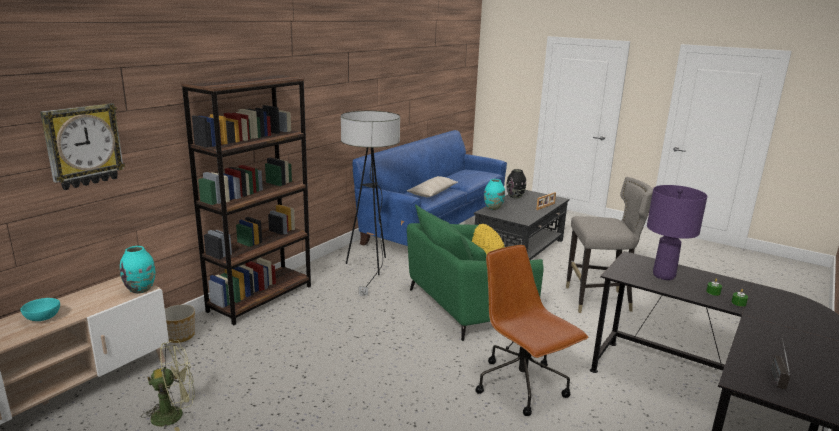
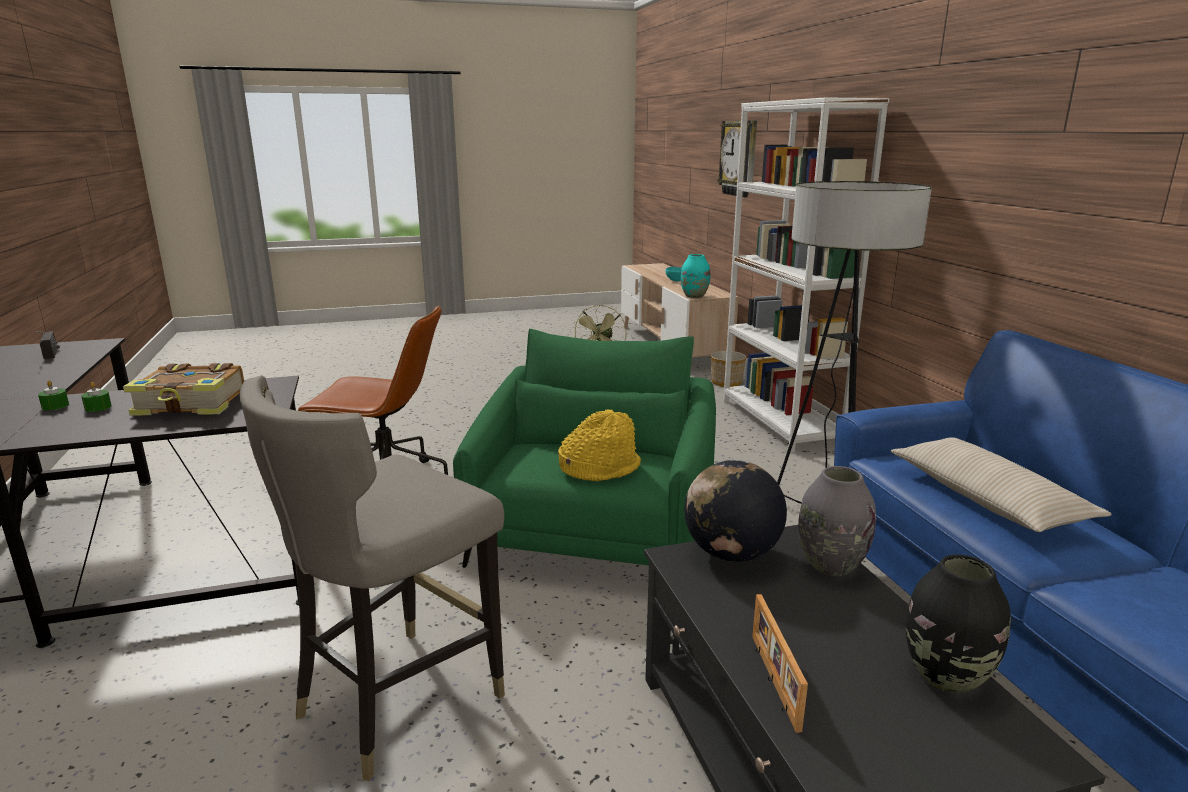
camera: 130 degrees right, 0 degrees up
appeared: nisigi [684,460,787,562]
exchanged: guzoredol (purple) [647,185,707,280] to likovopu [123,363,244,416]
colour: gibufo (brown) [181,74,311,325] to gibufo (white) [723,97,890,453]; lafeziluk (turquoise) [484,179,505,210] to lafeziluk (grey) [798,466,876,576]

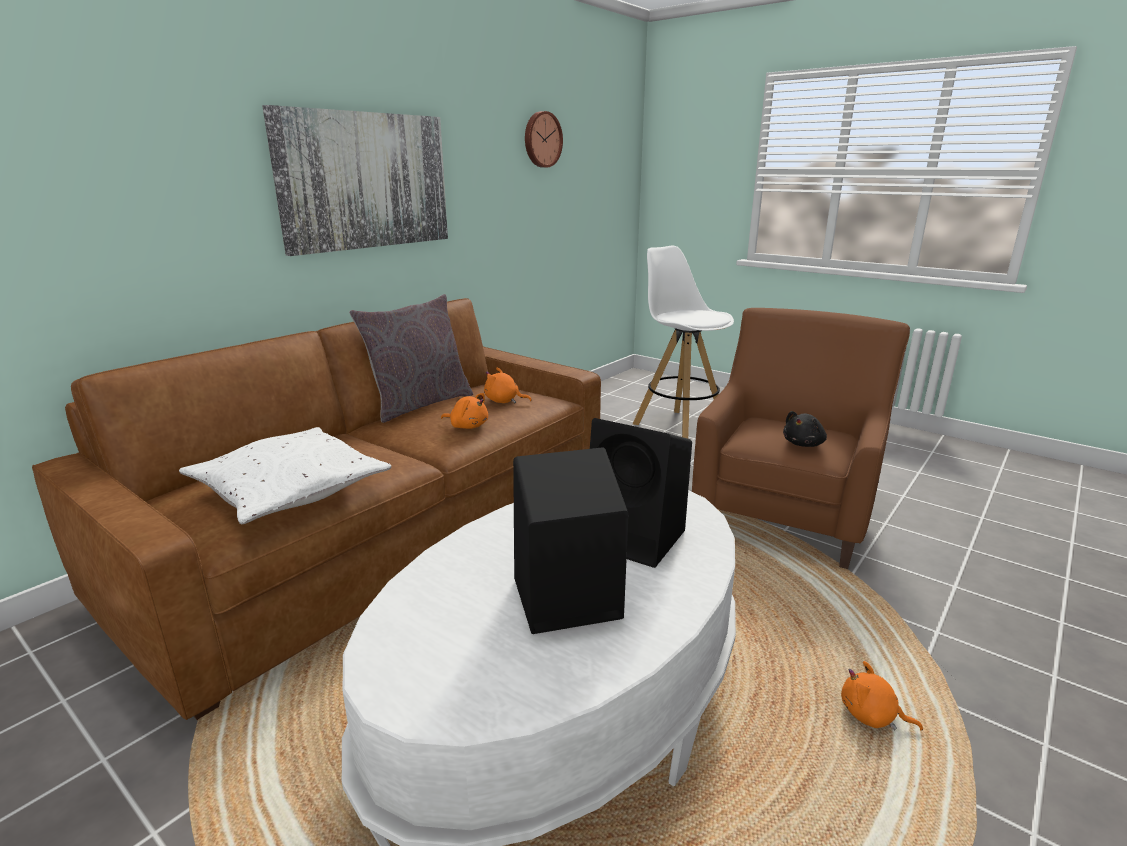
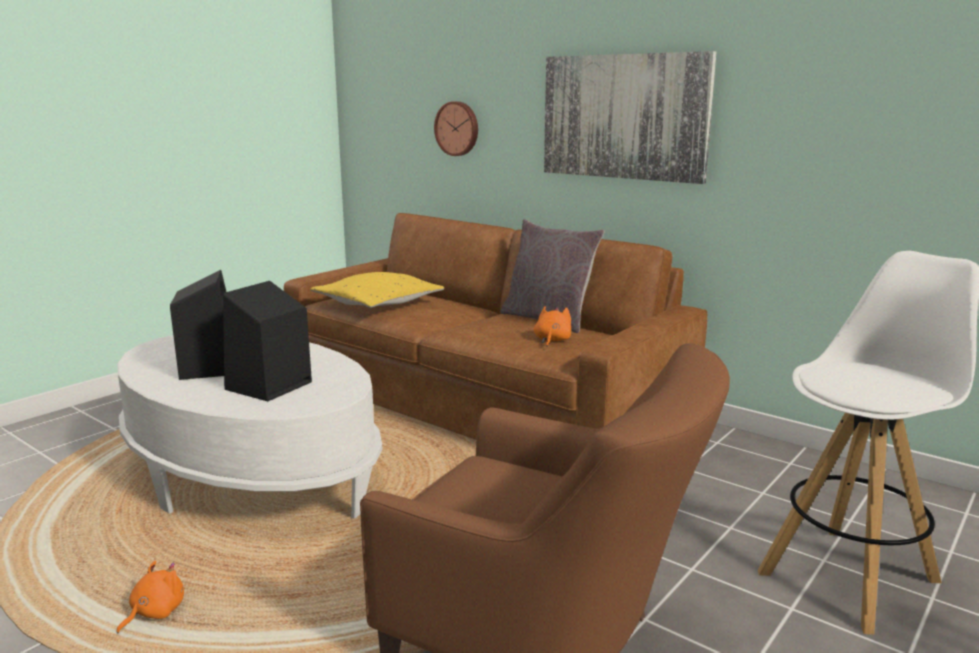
camera: 90 degrees right, 5 degrees down
missing: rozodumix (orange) [441,393,488,429]; rozodumix (black) [783,411,827,447]
relocated: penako [525,111,563,168] to [434,101,478,156]
colour: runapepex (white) [179,427,391,524] to runapepex (yellow) [310,272,444,308]

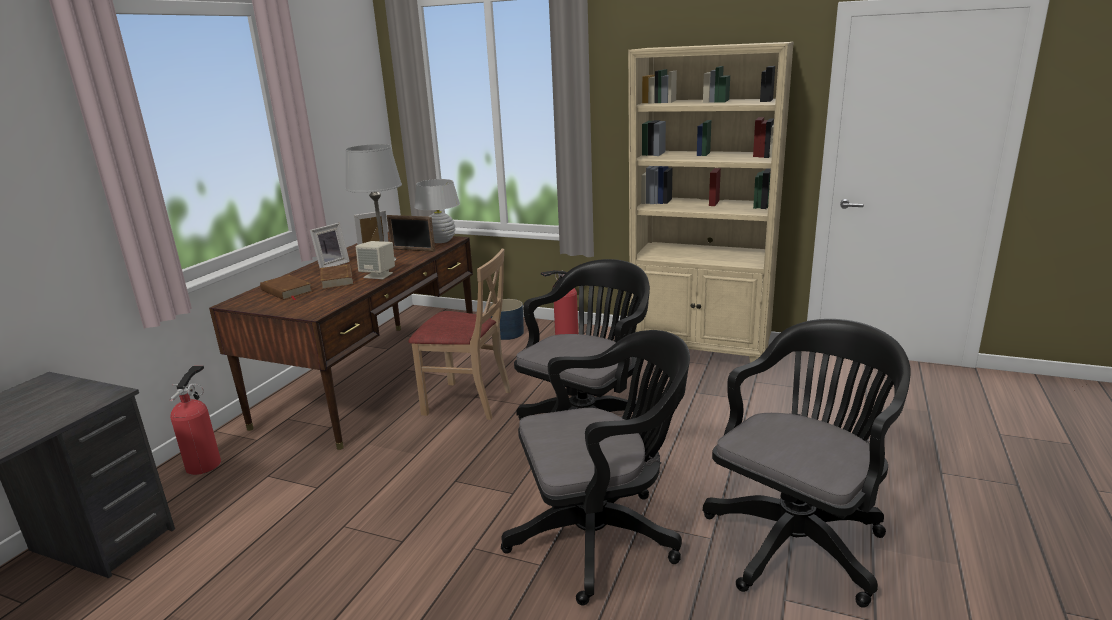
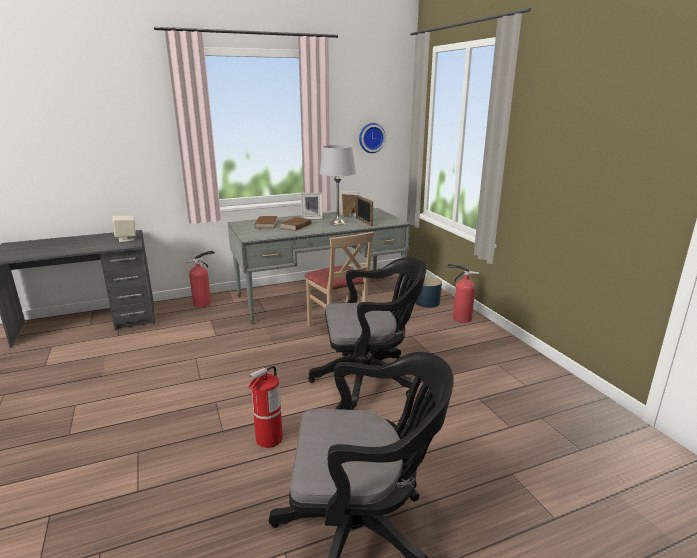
camera: 45 degrees right, 0 degrees up
missing: guzoredol (white) [415,179,460,243]; gibufo (beige) [628,42,794,363]
appeared: penako [359,123,386,153]
relocated: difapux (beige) [356,241,395,279] to [112,216,136,242]
exchanged: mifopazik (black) [501,330,690,606] to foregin [248,366,283,448]
colour: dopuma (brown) [209,232,473,450] to dopuma (grey) [228,208,410,324]

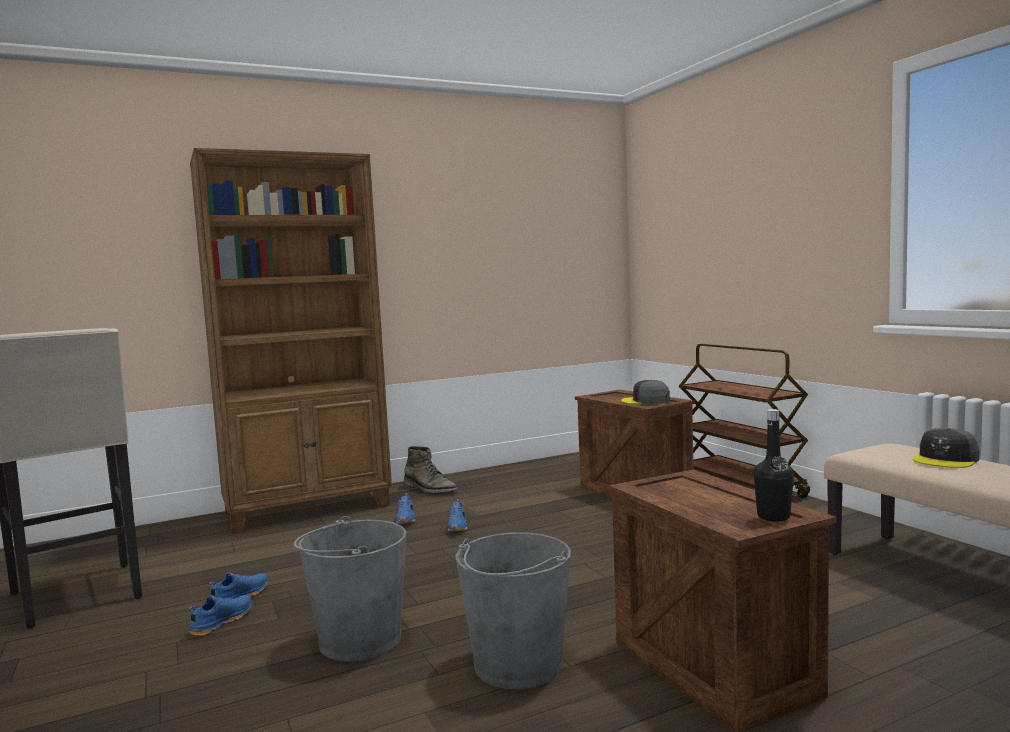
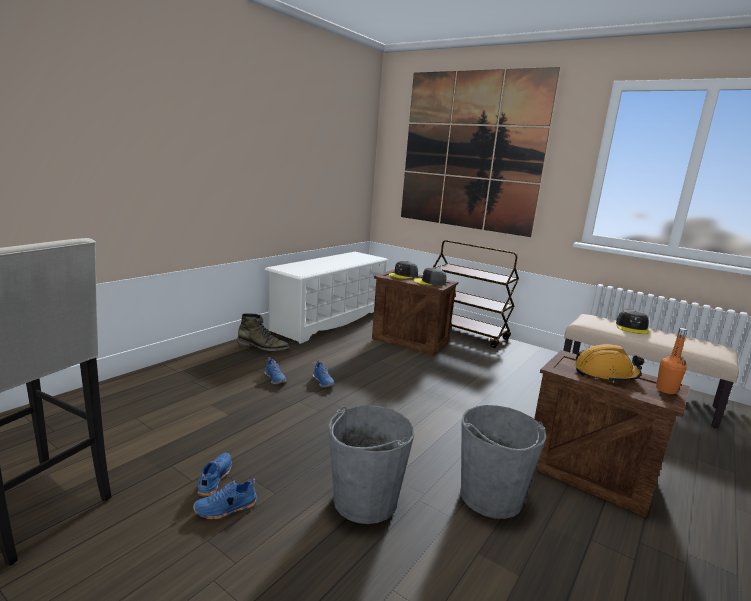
camera: 30 degrees left, 10 degrees up
missing: gibufo (brown) [190,148,392,534]
appeared: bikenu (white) [264,252,388,344]; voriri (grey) [388,261,418,279]; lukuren [401,67,560,237]; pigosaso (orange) [575,344,644,383]
colour: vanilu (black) [754,409,794,521] to vanilu (orange) [656,328,687,394]
spun: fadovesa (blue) [189,595,252,636] = [193,479,258,519] 120 degrees counterclockwise

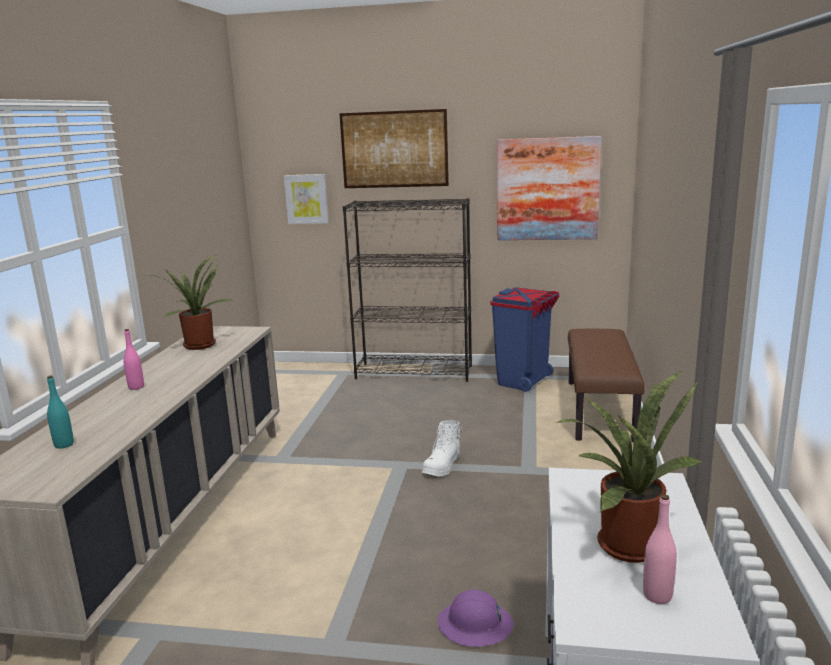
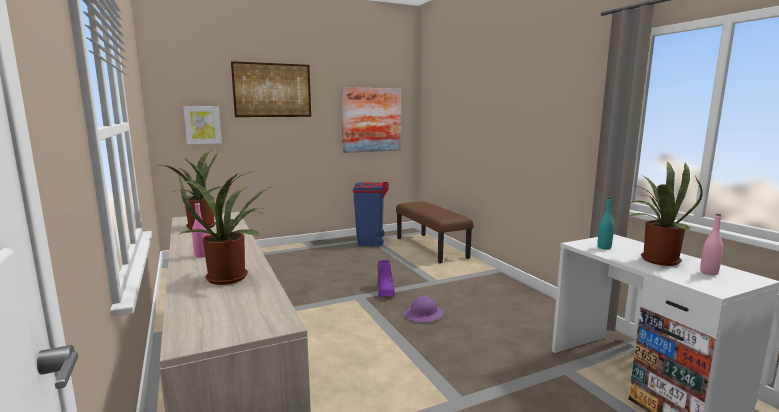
camera: 35 degrees left, 5 degrees down
missing: gibufo (black) [343,198,472,382]
appeared: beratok [179,171,274,285]
relocated: pigosaso (purple) [438,590,514,647] to [404,296,444,322]; vanilu (turquoise) [47,376,74,449] to [597,197,614,250]
colour: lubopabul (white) [421,420,462,476] to lubopabul (purple) [378,260,395,297]

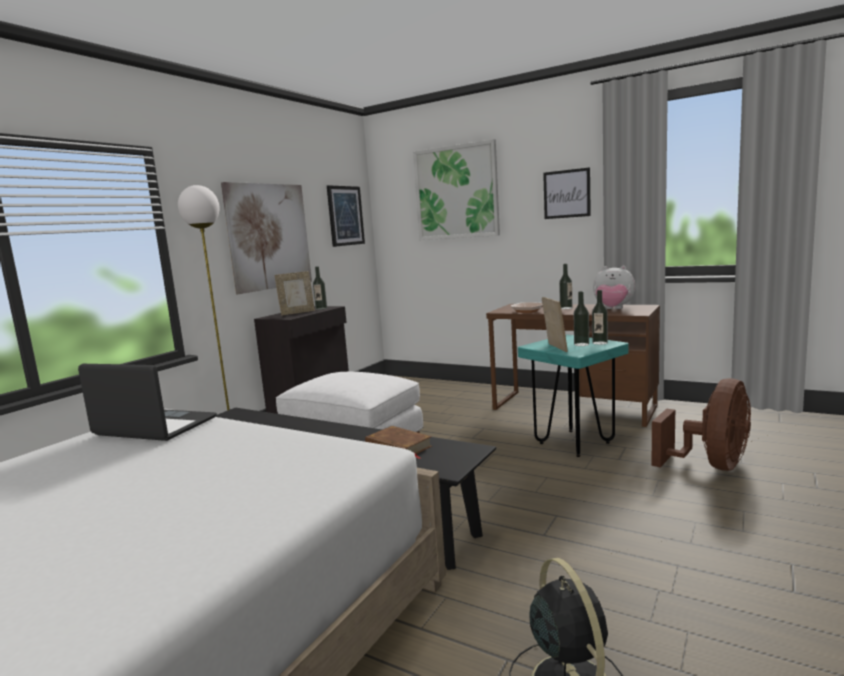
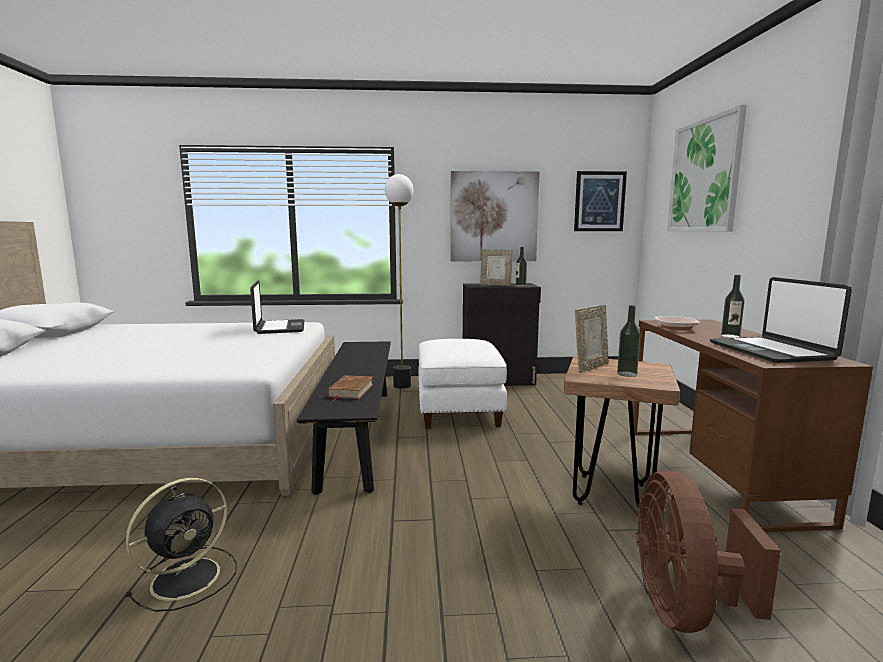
camera: 55 degrees right, 0 degrees up
missing: lukuren [543,167,591,219]; vanilu [592,290,608,345]
exchanged: rozodumix [593,266,635,309] to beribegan [710,277,852,363]
colour: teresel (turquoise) [518,334,629,457] to teresel (brown) [564,357,680,506]
spun: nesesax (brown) [651,378,751,471] = [636,471,781,633] 90 degrees clockwise

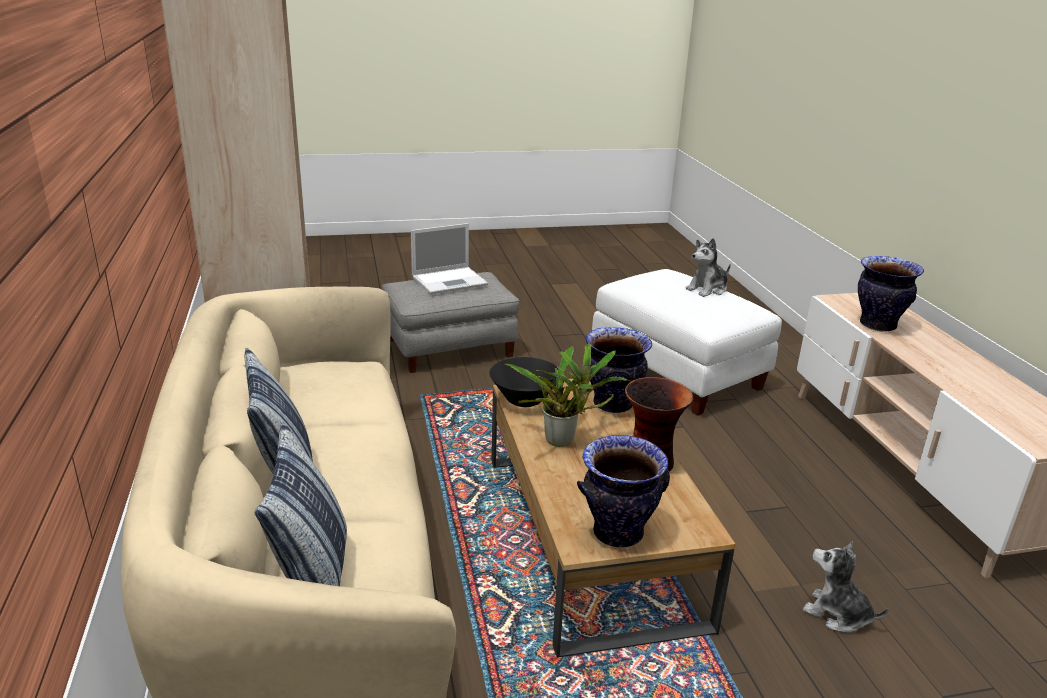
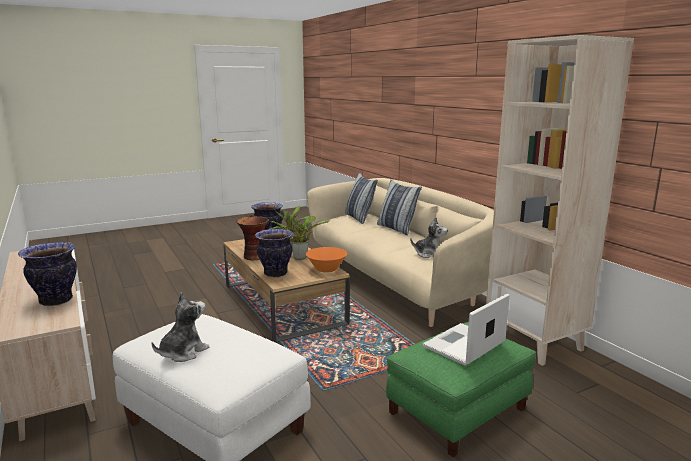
camera: 165 degrees right, 10 degrees down
relocated: rozodumix [803,541,889,633] to [410,217,448,258]
colour: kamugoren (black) [489,357,558,407] to kamugoren (orange) [306,247,347,273]; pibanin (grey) [382,272,520,373] to pibanin (green) [386,322,536,457]

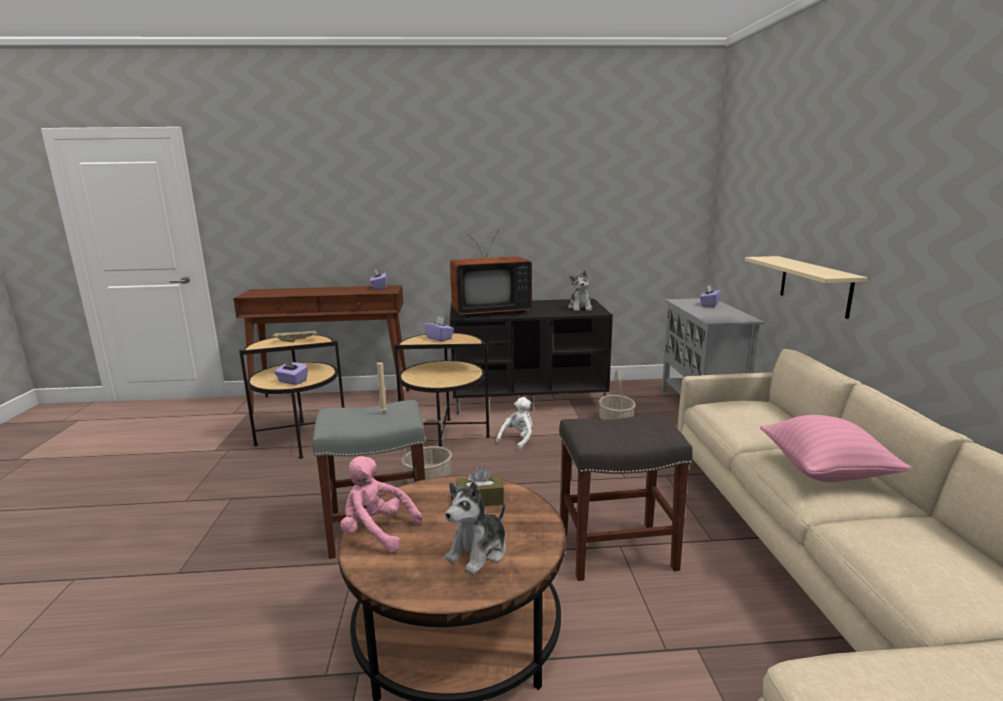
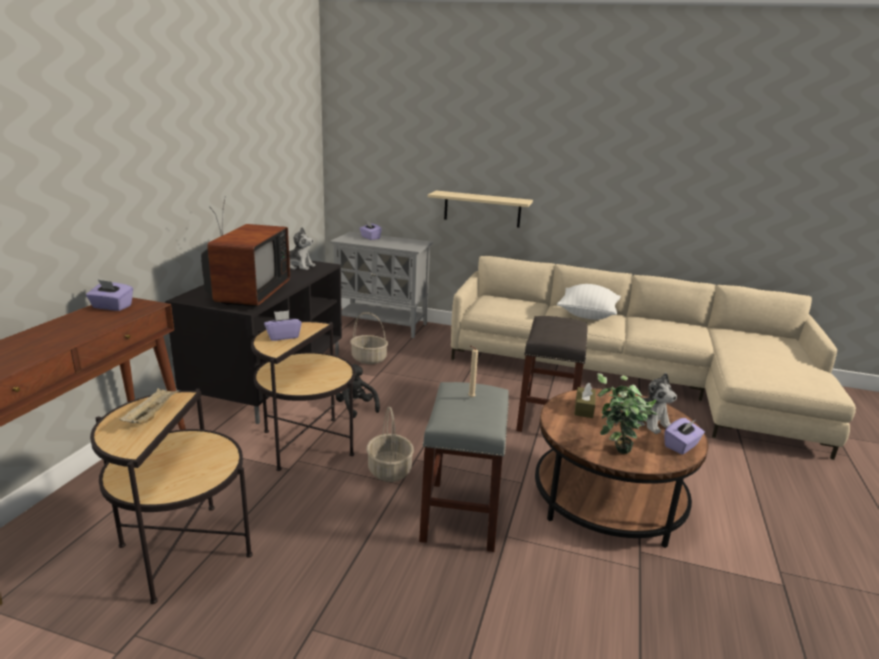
camera: 70 degrees left, 5 degrees up
relocated: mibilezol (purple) [274,360,308,385] to [664,418,705,454]
exchanged: rozodumix (pink) [340,456,423,552] to beratok [597,373,658,454]
colour: rozodumix (white) [496,397,532,451] to rozodumix (black) [335,364,380,418]; runapepex (pink) [760,415,911,482] to runapepex (white) [557,284,621,320]

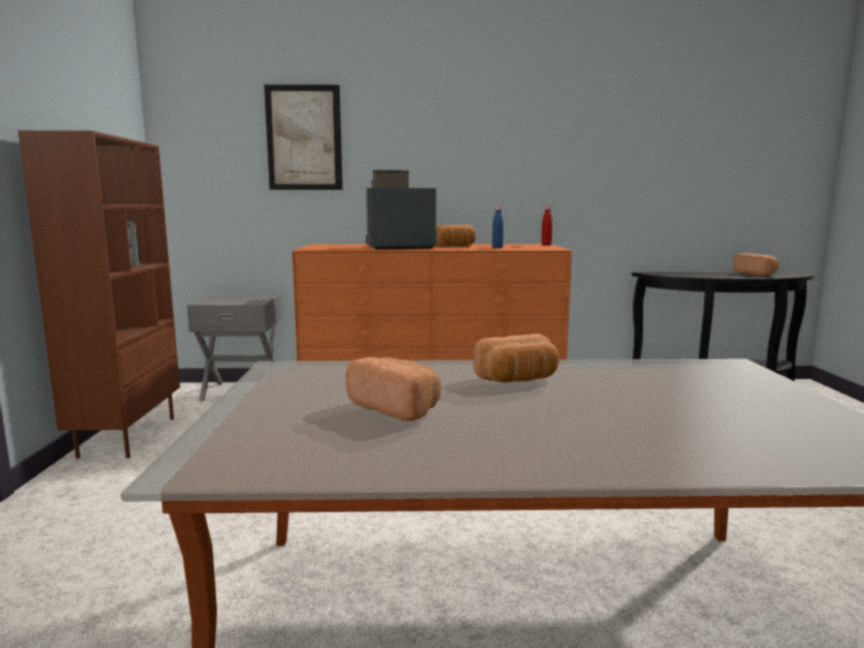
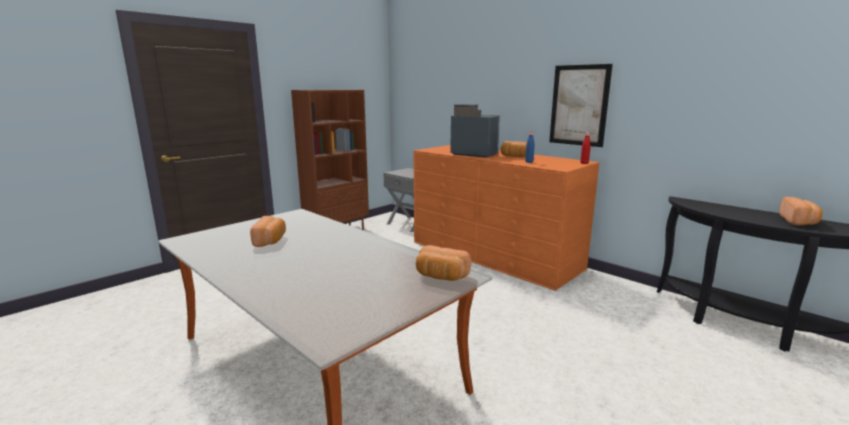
camera: 45 degrees right, 5 degrees up
relocated: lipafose [473,334,559,383] to [416,245,471,281]; lukuren [264,84,343,190] to [549,64,613,147]

